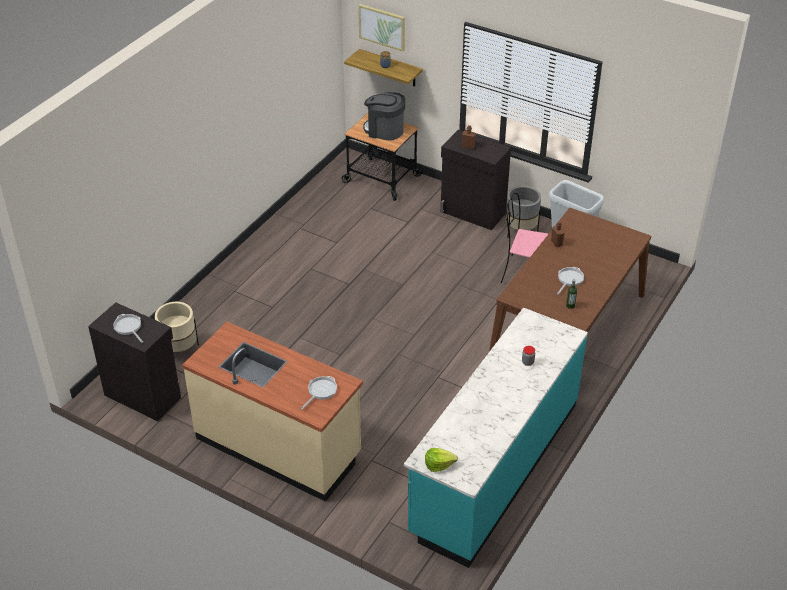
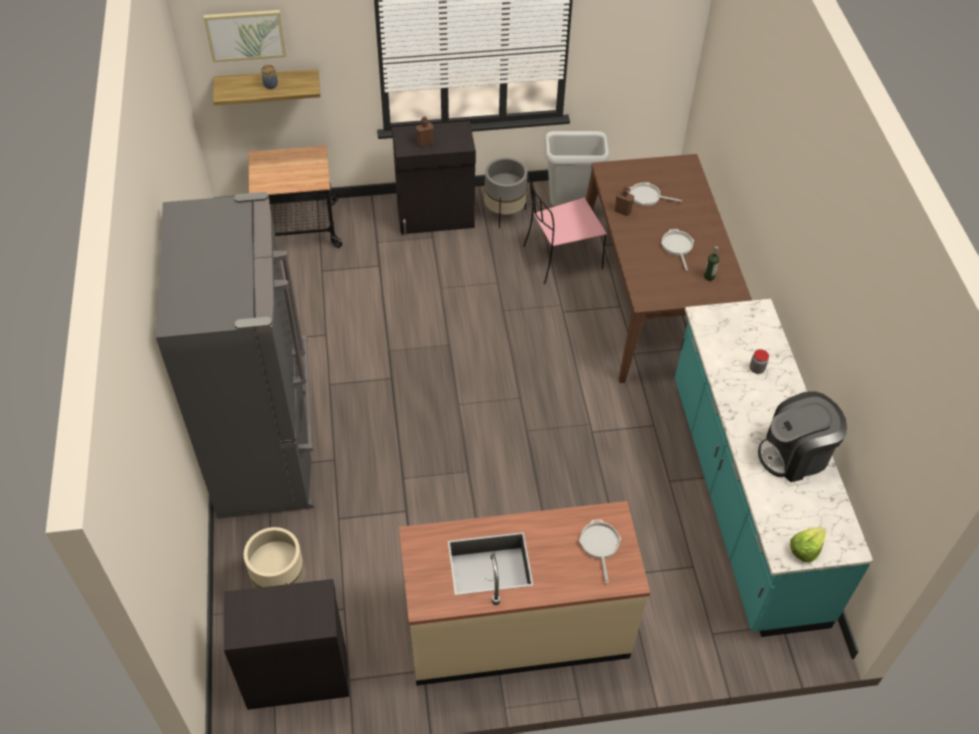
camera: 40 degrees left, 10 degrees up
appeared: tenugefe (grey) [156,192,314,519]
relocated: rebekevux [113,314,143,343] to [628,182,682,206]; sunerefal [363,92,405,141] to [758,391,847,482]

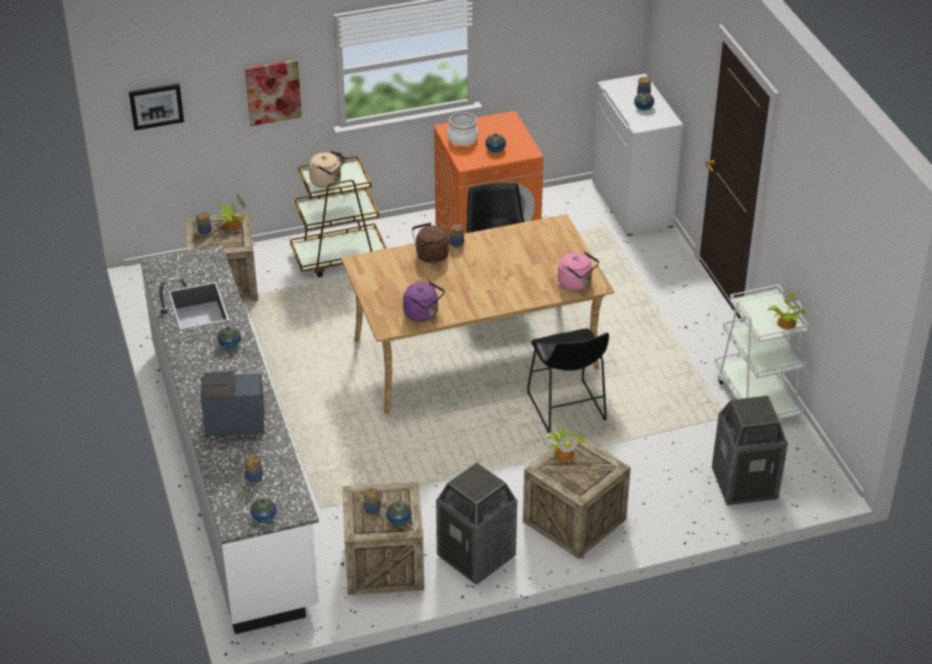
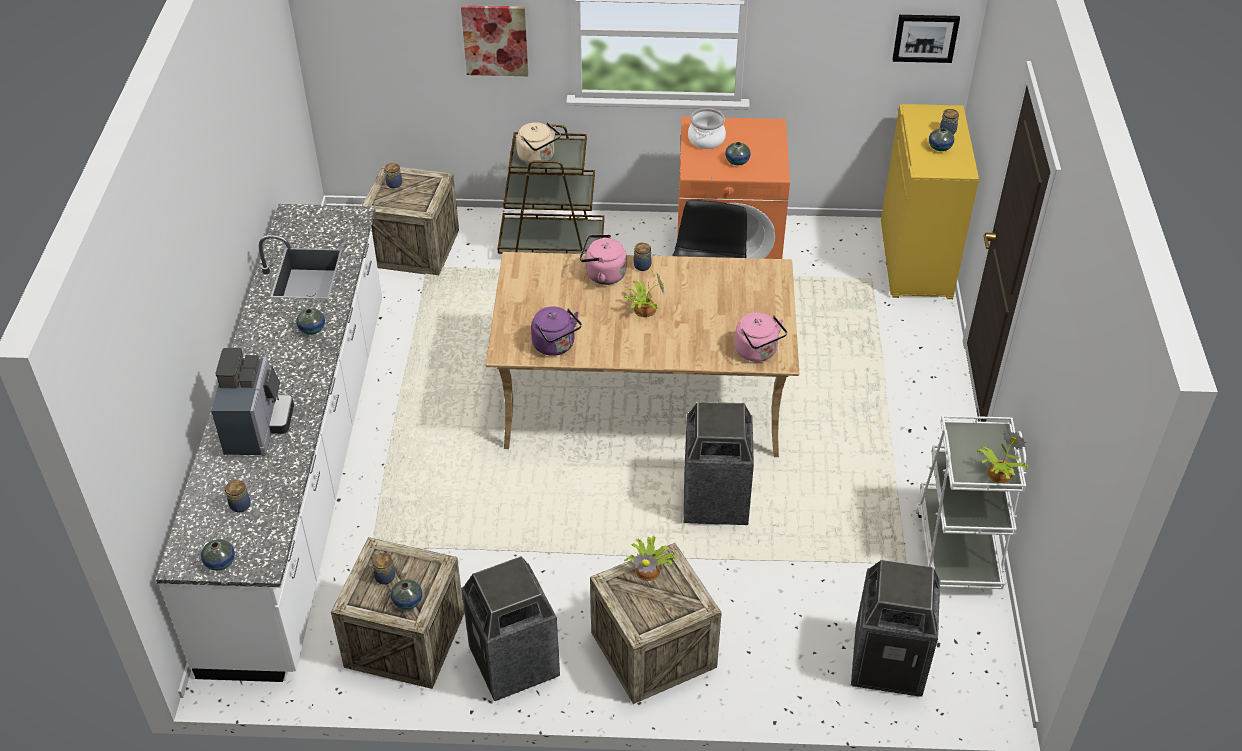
camera: 20 degrees right, 5 degrees up
relocated: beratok [217,194,246,230] to [624,272,664,317]; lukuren [129,83,184,130] to [892,15,960,63]
exchanged: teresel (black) [527,328,609,433] to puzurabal [684,402,754,525]
colour: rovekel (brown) [412,223,449,263] to rovekel (pink) [580,234,627,285]; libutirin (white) [592,74,683,236] to libutirin (yellow) [881,104,979,299]
spun: sunerefal [200,371,265,437] = [211,348,294,456] 75 degrees clockwise

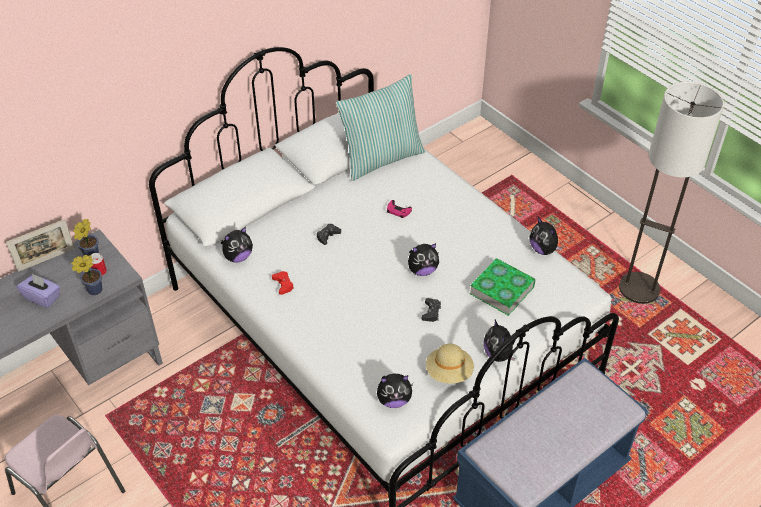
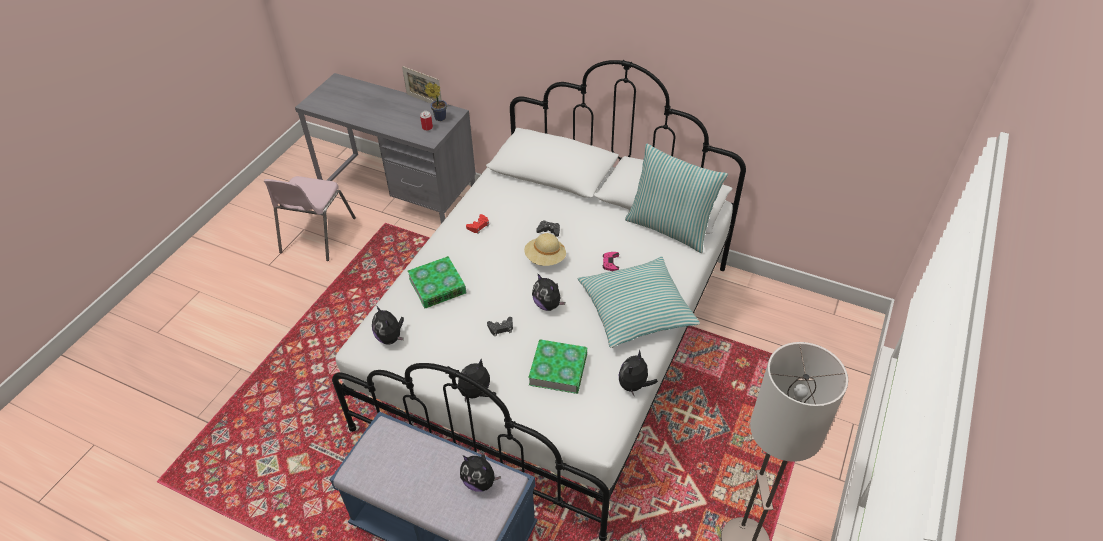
camera: 65 degrees right, 0 degrees up
missing: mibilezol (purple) [17,273,60,308]; beratok [71,255,102,295]
appeared: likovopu [408,256,466,309]; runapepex [578,256,700,348]
relocated: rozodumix [221,227,253,263] to [460,454,501,492]; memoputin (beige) [426,344,474,383] to [524,233,566,266]

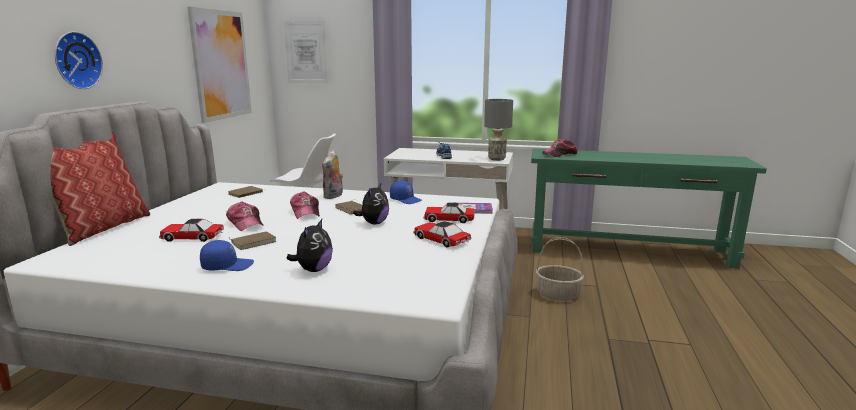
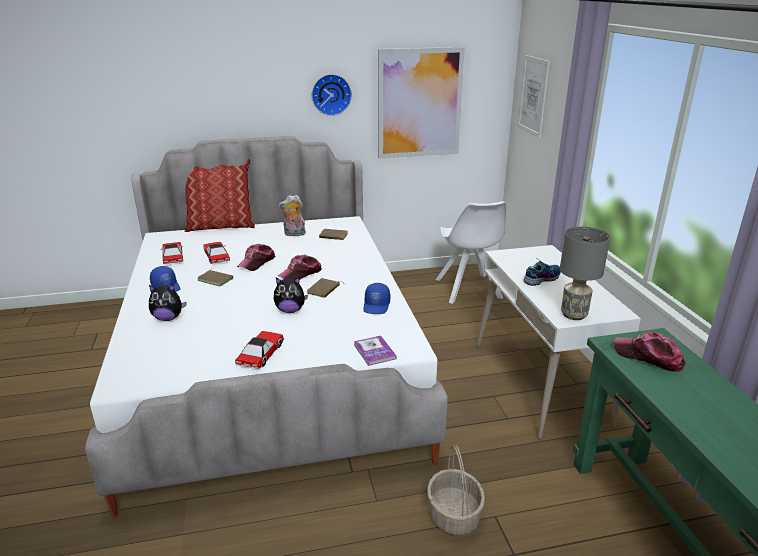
camera: 65 degrees right, 10 degrees up
relocated: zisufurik [424,202,475,223] to [161,242,183,264]; rozodumix [322,150,343,199] to [278,195,306,236]; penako [55,32,103,89] to [312,74,352,116]

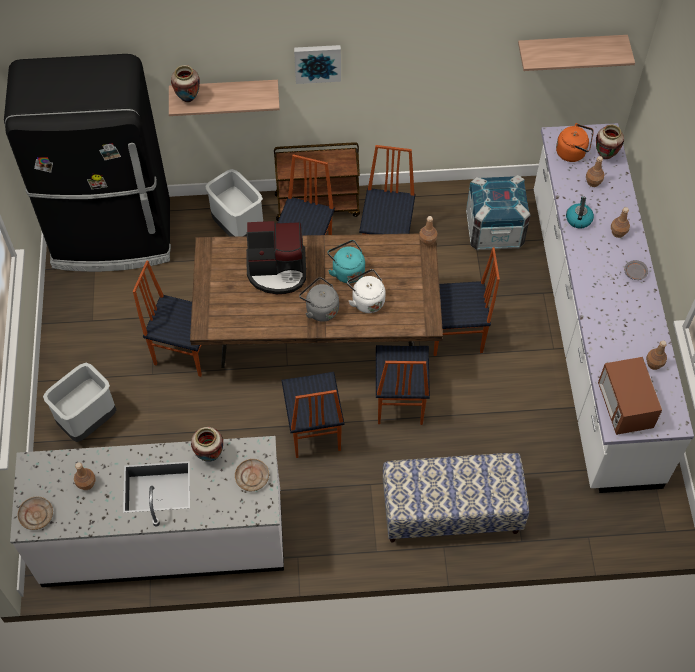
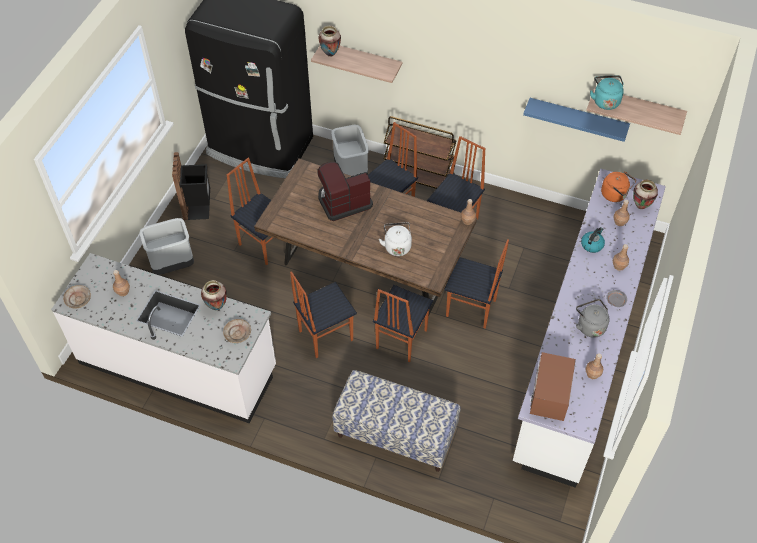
camera: 25 degrees right, 5 degrees down
missing: lukuren [294,45,341,84]; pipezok [466,175,531,250]
appeared: puzurabal (black) [172,152,210,220]; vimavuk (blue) [523,98,630,142]
relocated: rovekel (grey) [299,277,339,322] to [576,299,610,338]; rovekel (turquoise) [328,240,365,283] to [590,75,624,110]
spun: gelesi [281,372,344,458] = [290,271,357,358] 45 degrees clockwise; sunerefal [246,221,306,294] = [317,162,373,221] 135 degrees clockwise

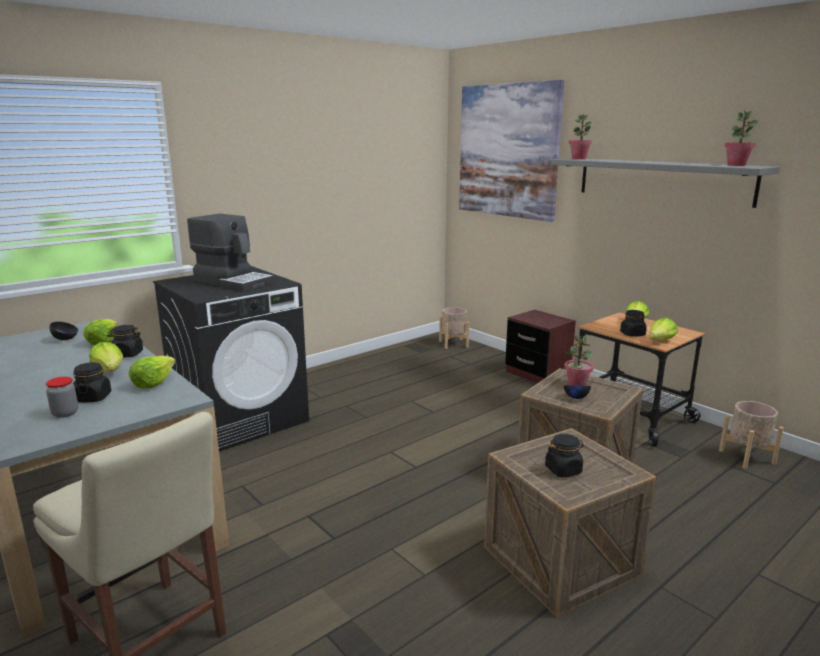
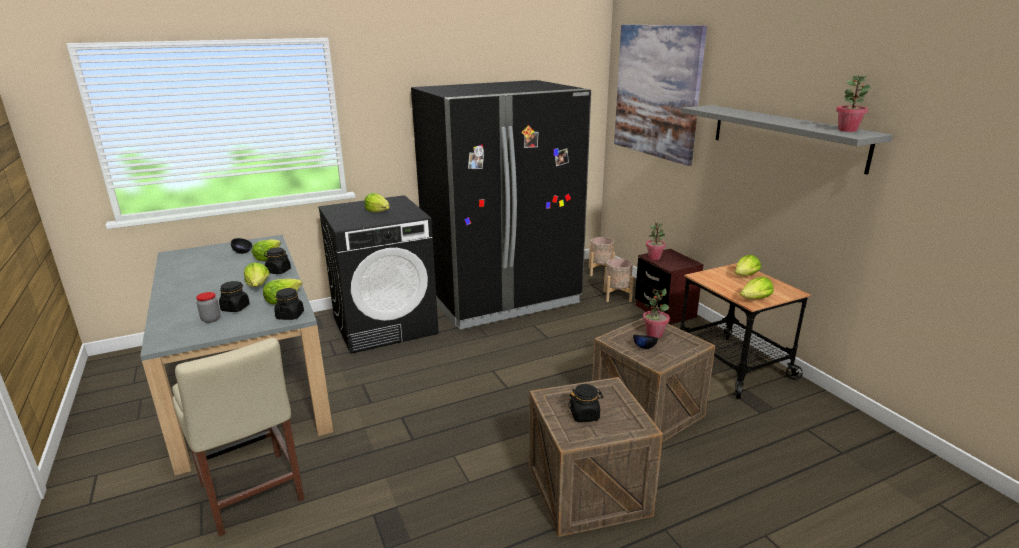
camera: 15 degrees right, 5 degrees up
appeared: tenugefe (black) [411,80,591,329]
relocated: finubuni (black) [620,310,647,337] to [274,288,304,320]; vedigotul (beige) [719,401,784,469] to [604,258,634,302]; beratok [569,114,592,159] to [646,223,666,260]
exchanged: sunerefal [187,214,274,292] to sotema [364,193,390,213]

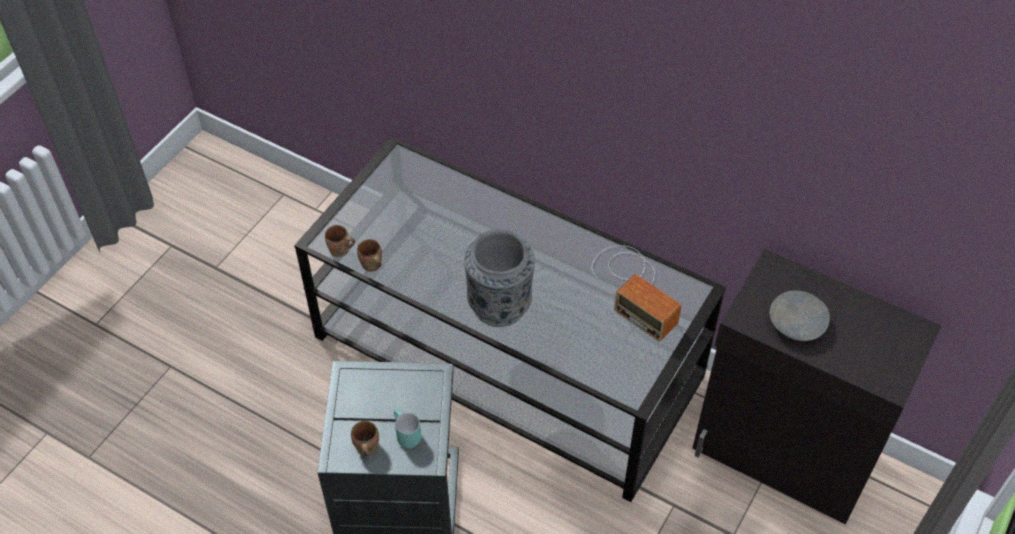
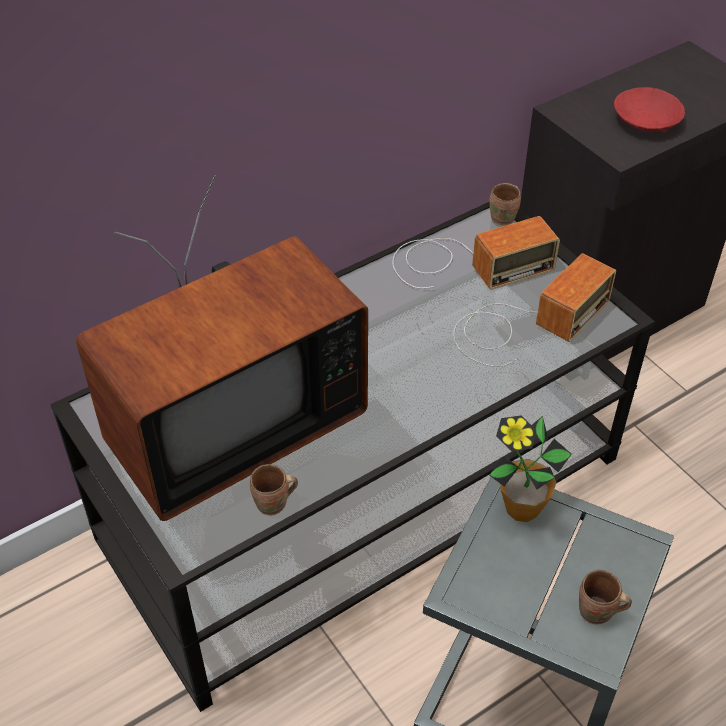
camera: 65 degrees left, 5 degrees down
missing: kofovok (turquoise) [394,409,421,448]; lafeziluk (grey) [464,229,535,327]
appeared: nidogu [76,175,368,521]; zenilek [453,253,616,367]; beratok [489,416,572,522]
relocated: kofovok (brown) [325,225,355,257] to [489,183,521,226]
colour: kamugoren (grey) [769,291,830,341] to kamugoren (red) [614,87,685,132]

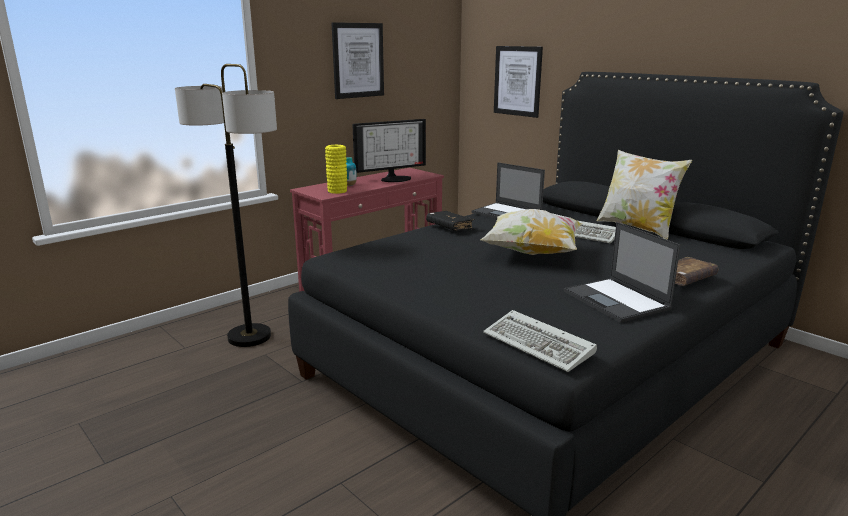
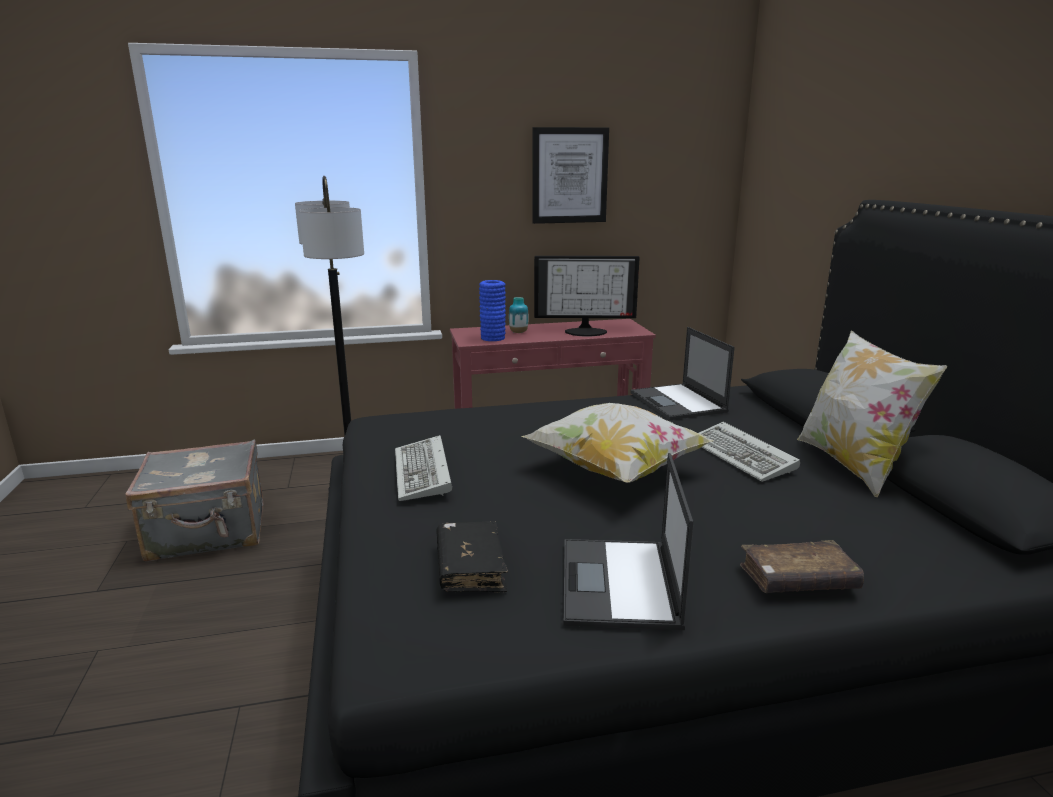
camera: 30 degrees right, 0 degrees up
missing: lukuren [494,46,543,118]
appeared: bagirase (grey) [125,440,264,562]
relocated: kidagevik [483,310,597,372] to [395,435,452,501]; likovopu (black) [426,211,475,231] to [436,521,508,592]
colour: lafeziluk (yellow) [325,145,347,194] to lafeziluk (blue) [479,280,506,341]

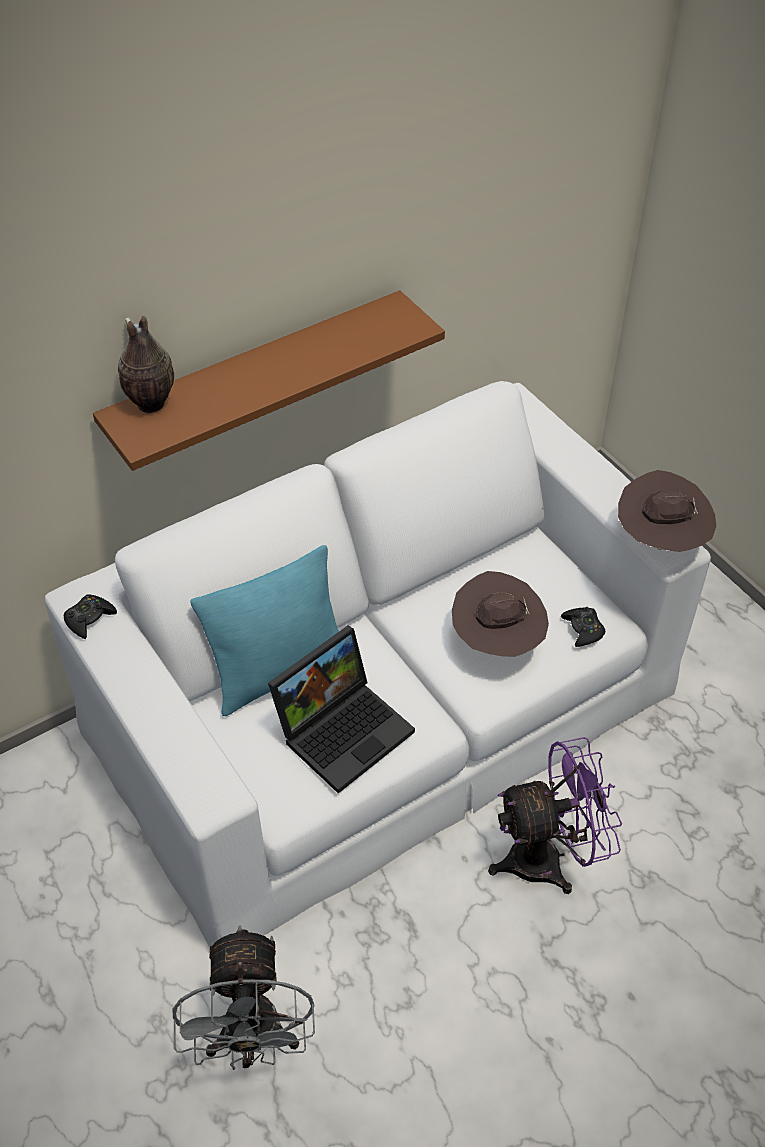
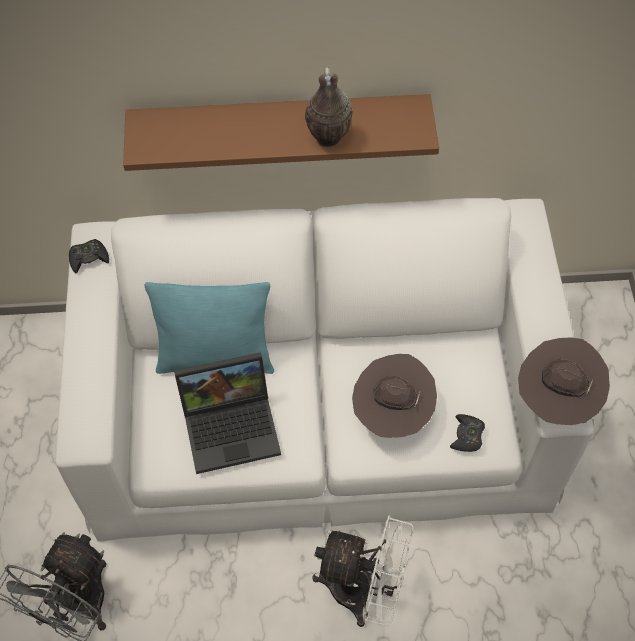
camera: 30 degrees right, 10 degrees up
relocated: lafeziluk [118,315,174,413] to [305,68,353,147]
colour: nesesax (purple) [488,737,622,894] to nesesax (white) [312,515,414,627]

